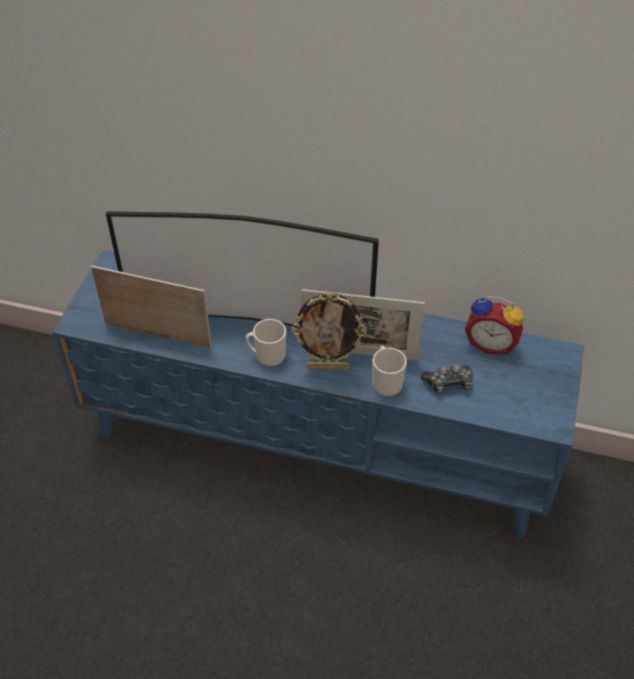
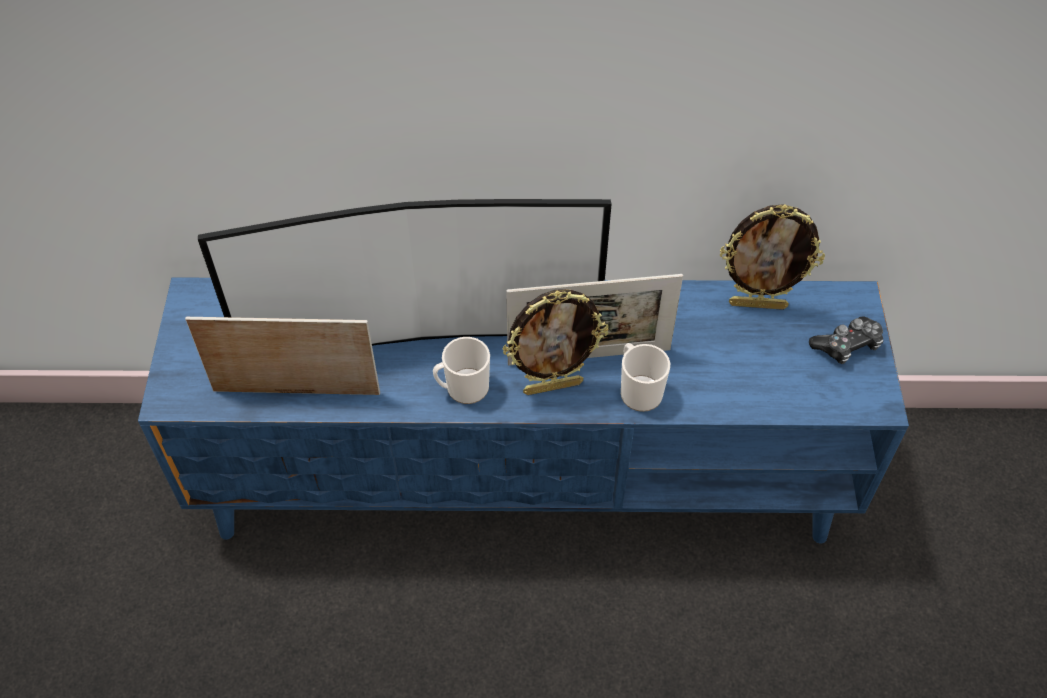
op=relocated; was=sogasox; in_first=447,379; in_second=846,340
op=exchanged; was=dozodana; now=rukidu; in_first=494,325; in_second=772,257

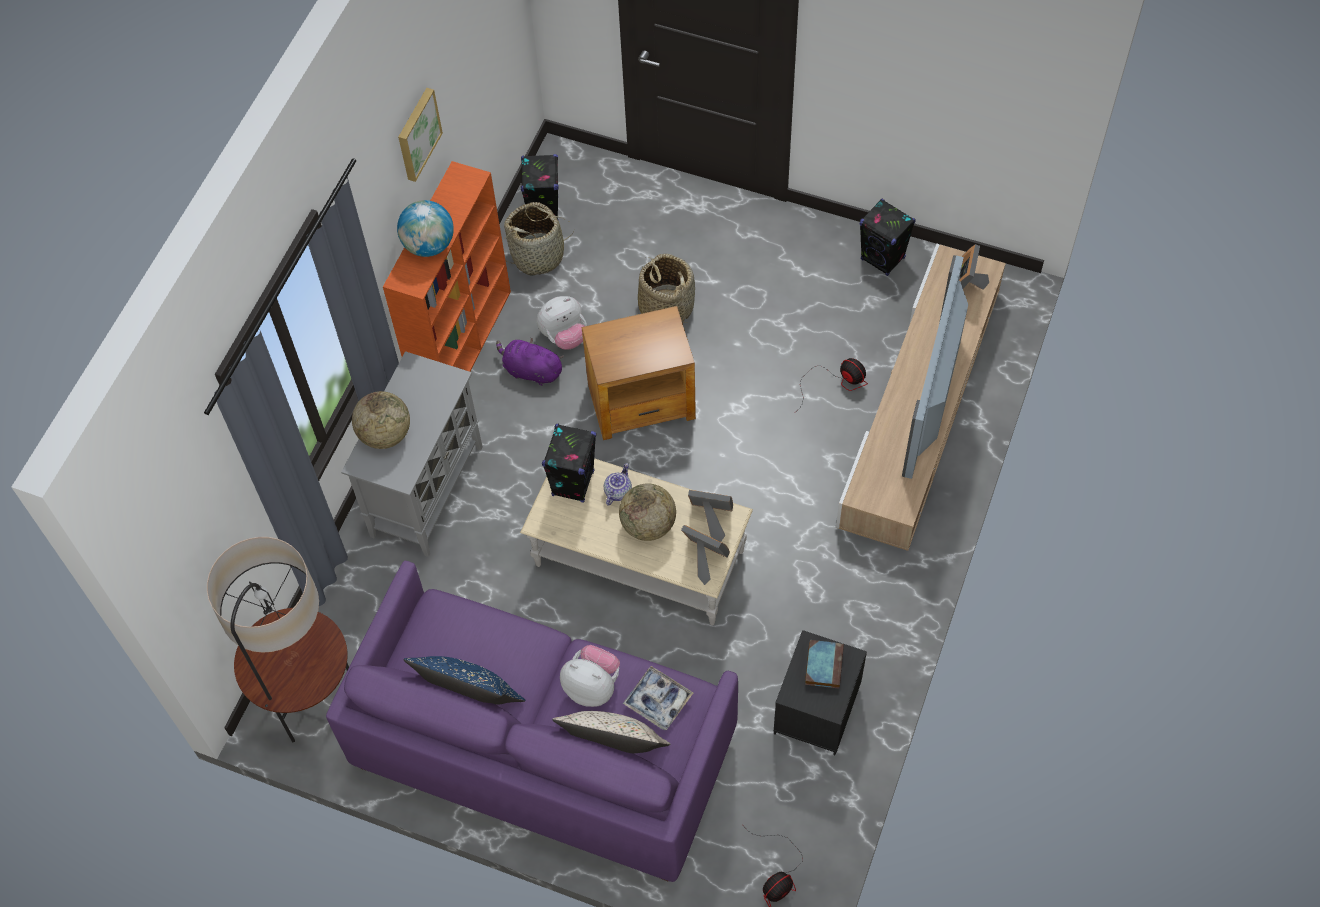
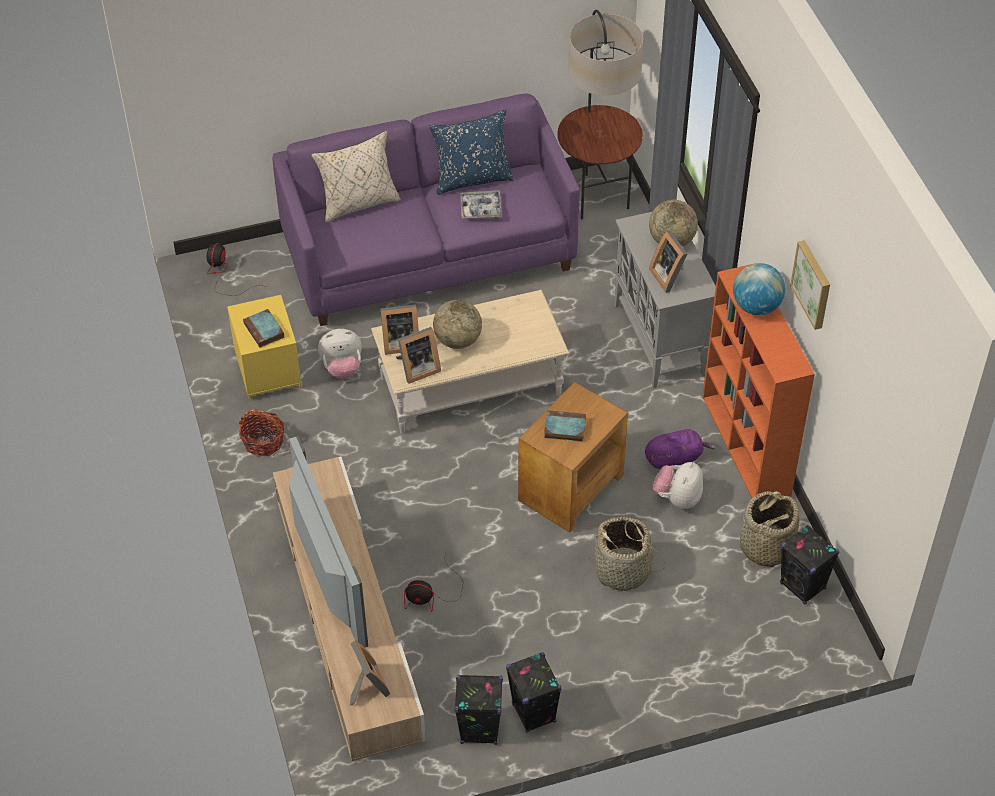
op=relocated; was=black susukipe; in_first=569,463; in_second=534,692
op=relocated; was=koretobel; in_first=590,676; in_second=340,354
op=missing; was=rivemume; in_first=618,484
op=relocated; was=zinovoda; in_first=658,698; in_second=481,204
op=colour; was=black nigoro; now=yellow nigoro; in_first=820,692; in_second=264,348
op=appeared; now=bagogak; in_second=261,432
op=appeared; now=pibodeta; in_second=565,426
op=appeared; now=rukidu; in_second=668,262

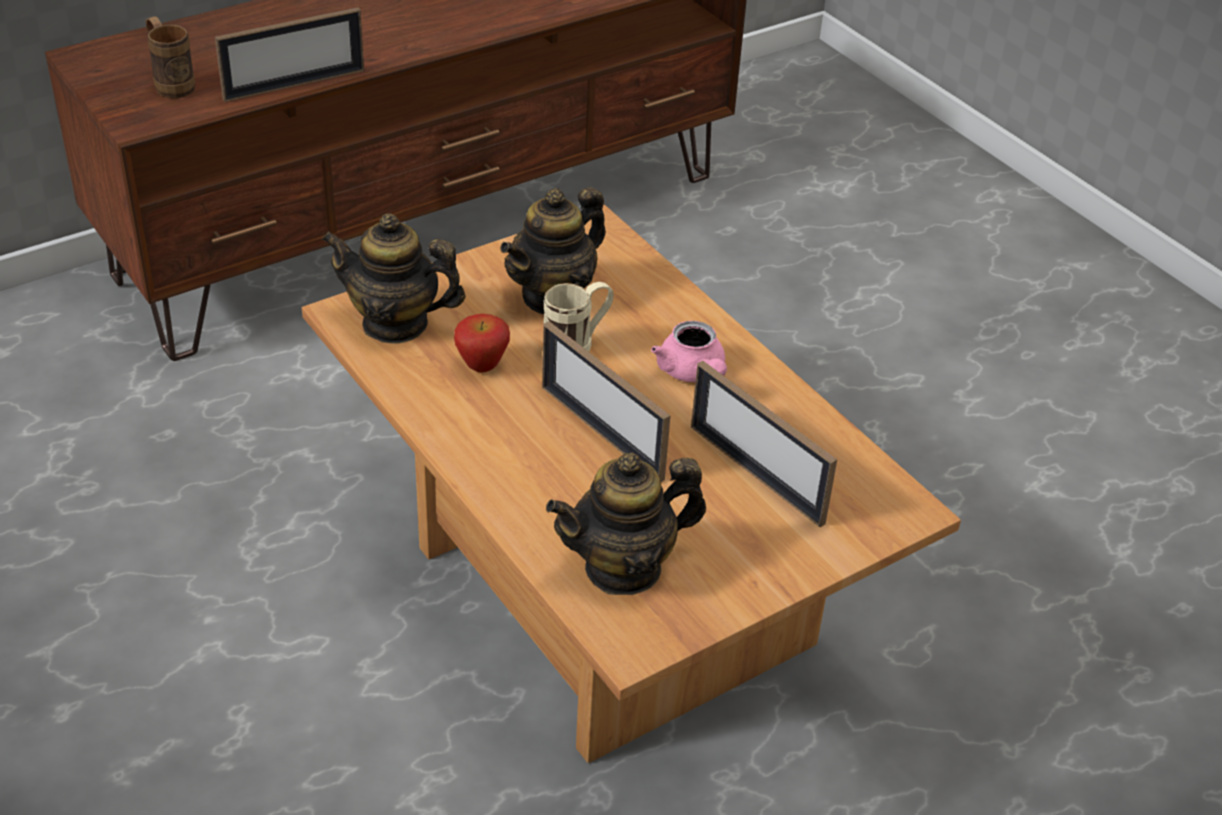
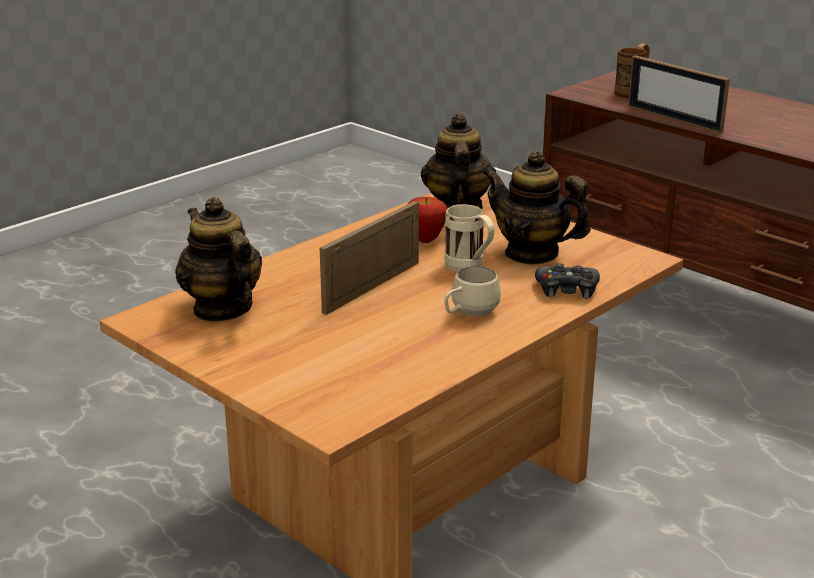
op=exchanged; was=pink rivemume; now=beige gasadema; in_first=689,351; in_second=472,291
op=missing; was=rukidu; in_first=764,444
op=appeared; now=black sogasox; in_second=567,281

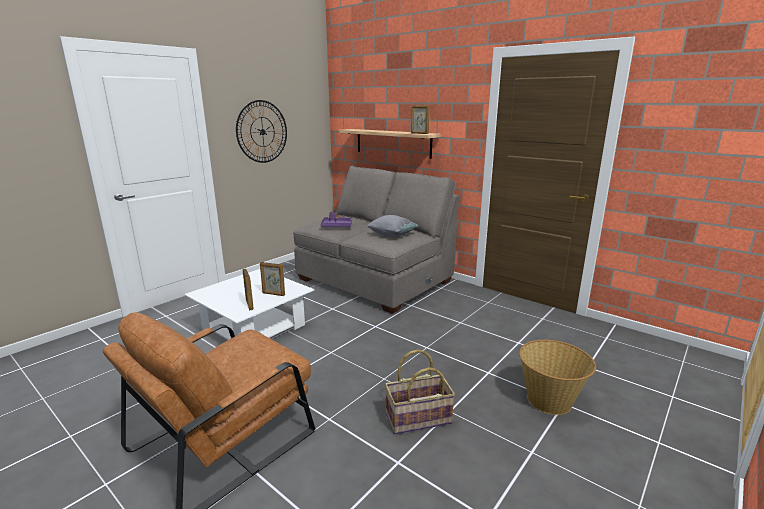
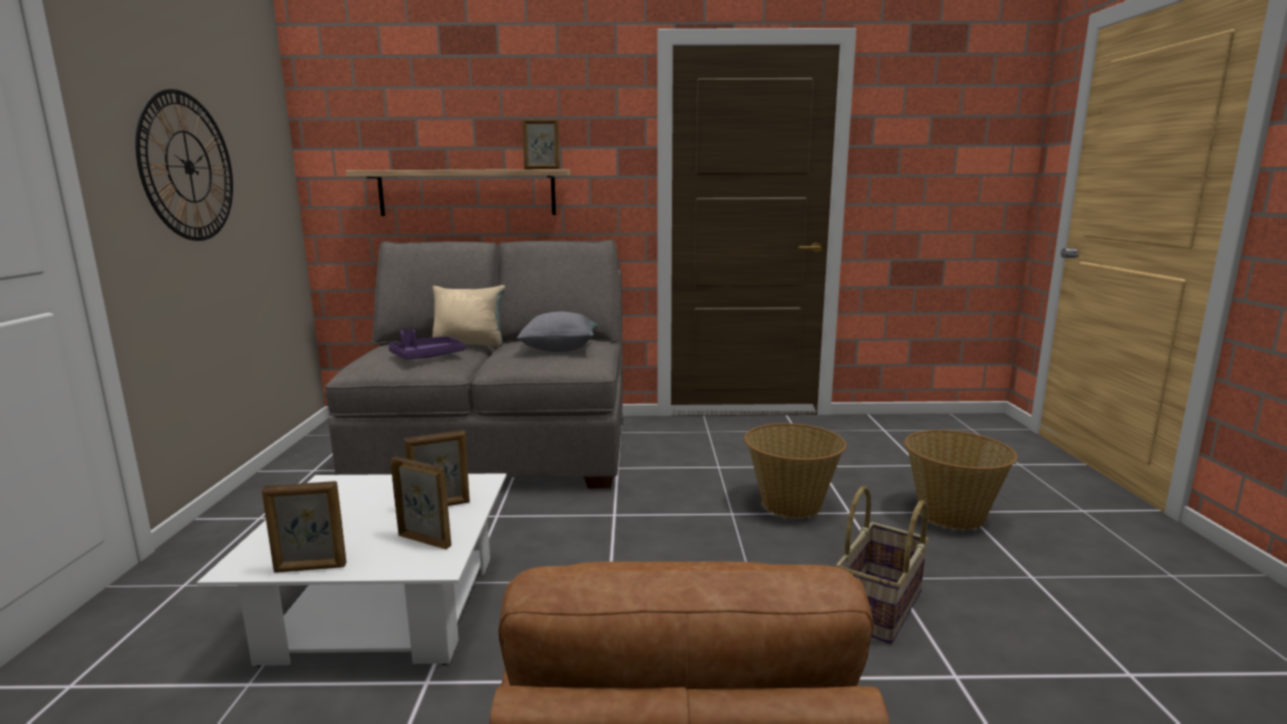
op=appeared; now=rukidu; in_second=304,527
op=appeared; now=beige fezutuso; in_second=469,316
op=appeared; now=bagogak; in_second=795,470

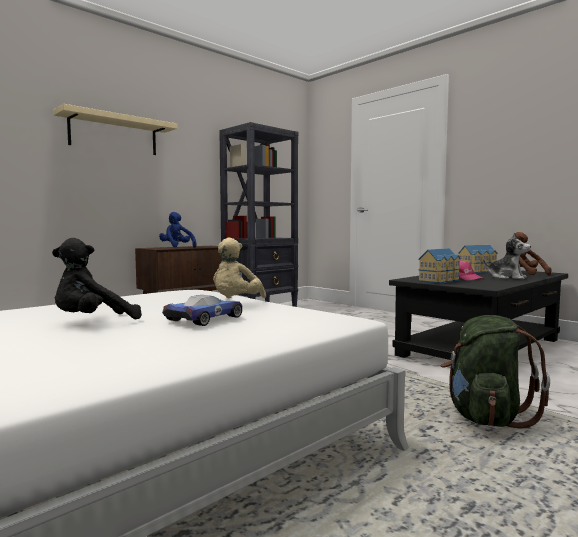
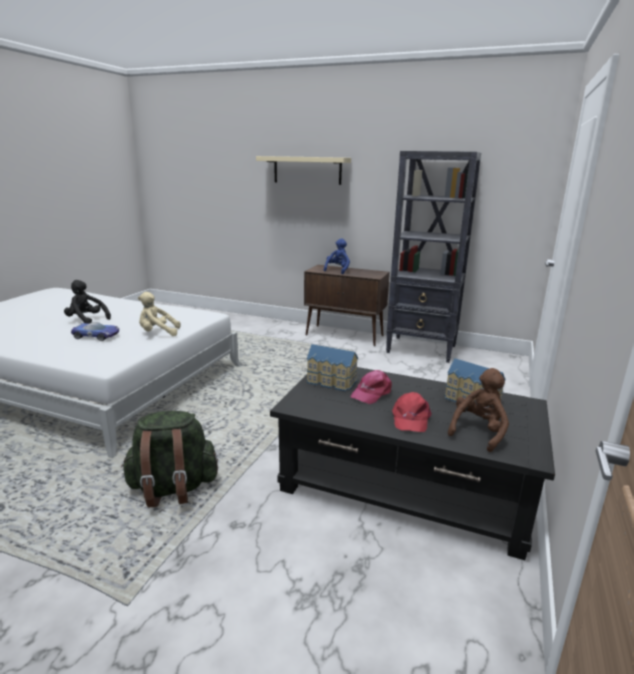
op=exchanged; was=koretobel; now=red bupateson; in_first=507,256; in_second=412,412

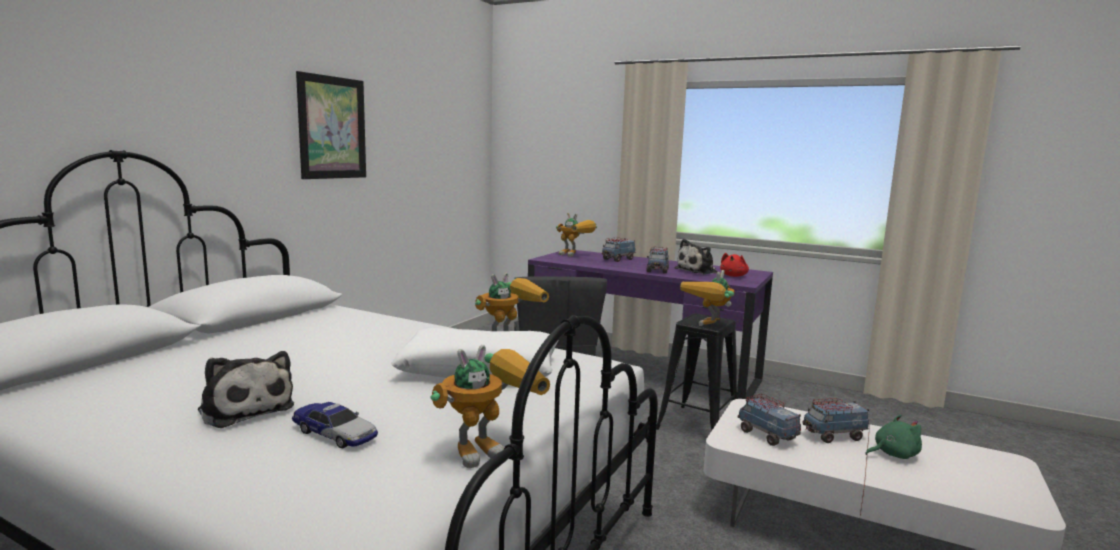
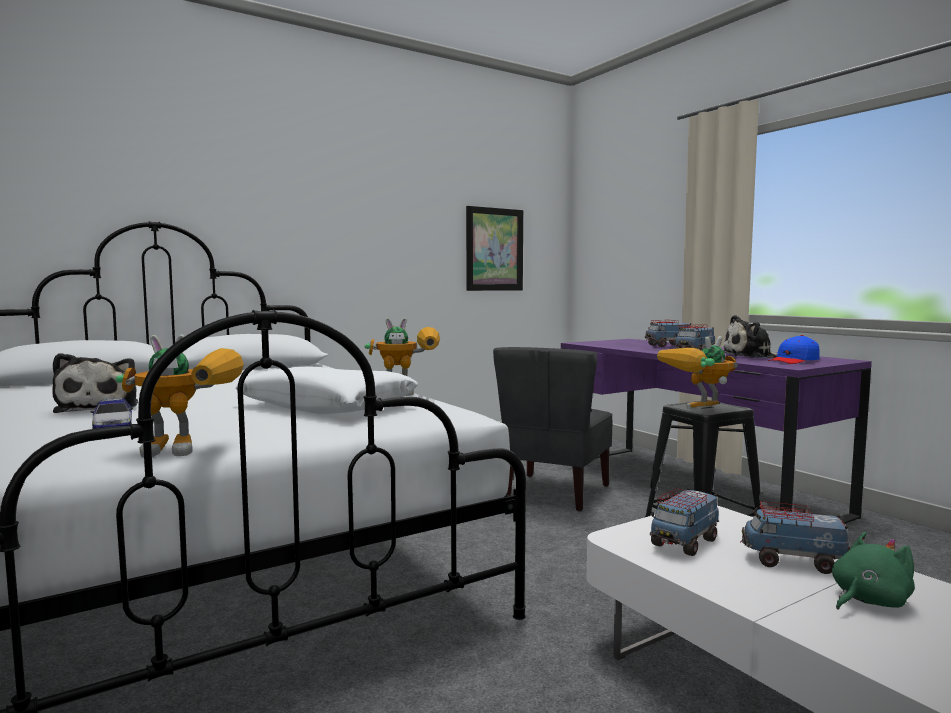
op=relocated; was=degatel; in_first=331,125; in_second=494,248
op=missing; was=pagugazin; in_first=576,235
op=exchanged; was=red koretobel; now=blue bupateson; in_first=734,265; in_second=794,349
op=spun; was=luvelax; in_first=769,420; in_second=684,521; clockwise=-135
op=spun; was=green koretobel; in_first=893,436; in_second=873,571; clockwise=-45

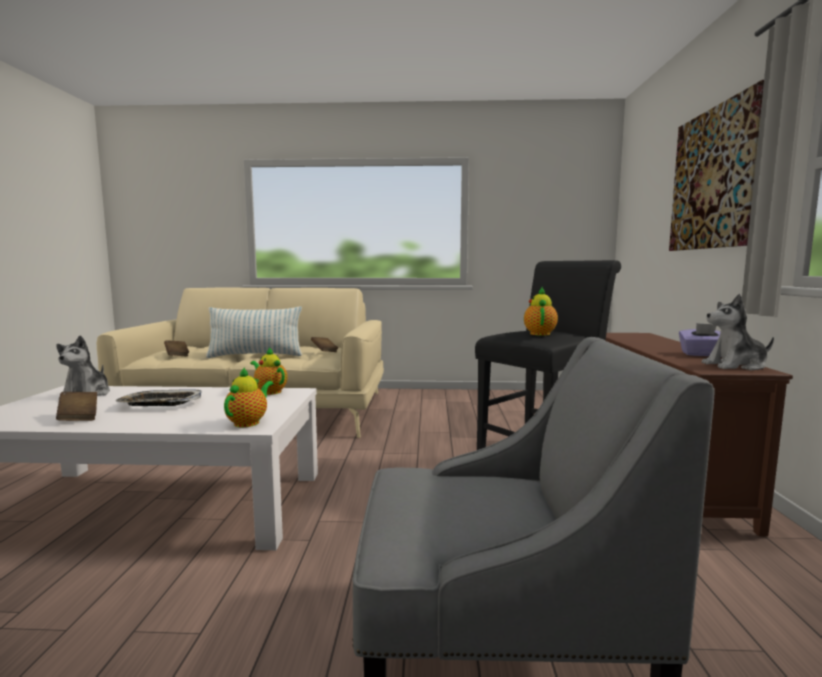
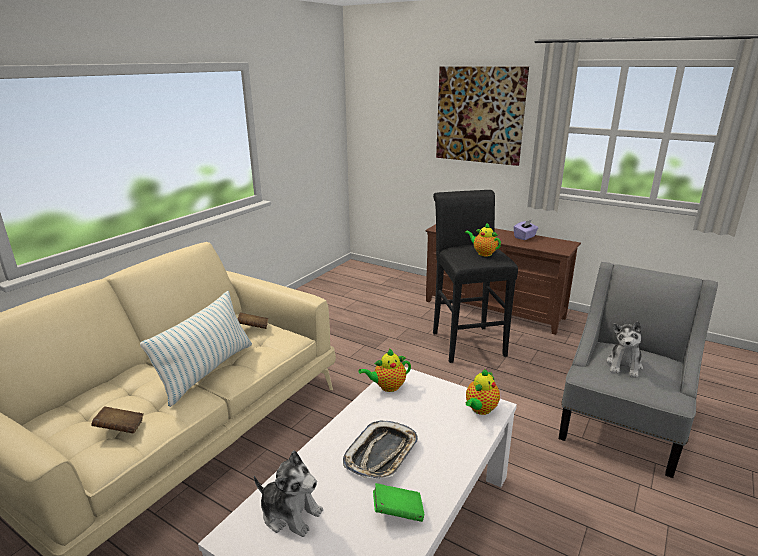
op=colour; was=brown pibodeta; now=green pibodeta; in_first=76,406; in_second=398,502
op=spun; was=rivemume; in_first=249,397; in_second=483,392; clockwise=-105
op=relocated; was=koretobel; in_first=738,332; in_second=624,349

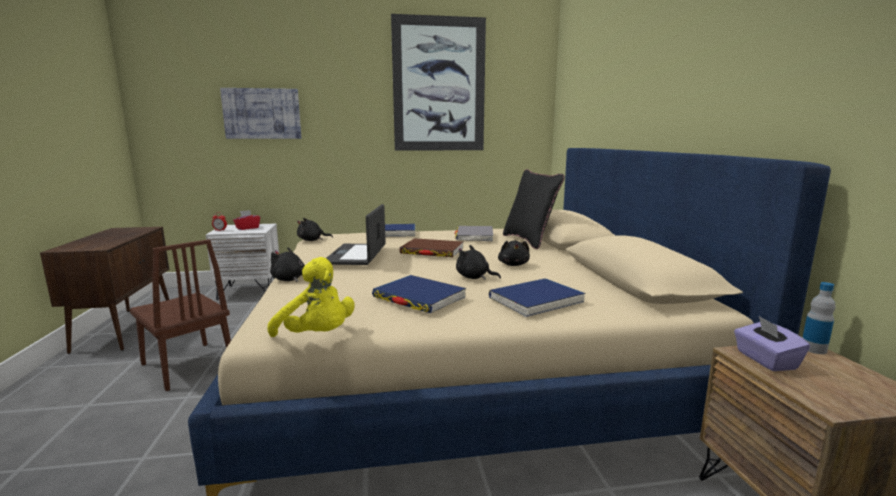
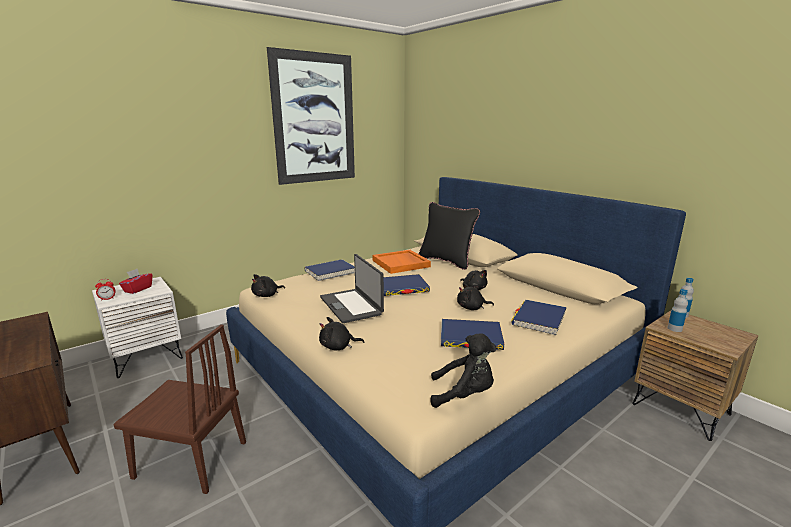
op=missing; was=degatel; in_first=260,113
op=colour; was=yellow koretobel; now=black koretobel; in_first=311,297; in_second=463,370
op=colour; was=brown pibodeta; now=blue pibodeta; in_first=431,247; in_second=407,285
op=exchanged; was=grey pibodeta; now=orange zinovoda; in_first=474,234; in_second=401,262
op=exchanged; was=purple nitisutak; now=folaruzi; in_first=772,343; in_second=677,310

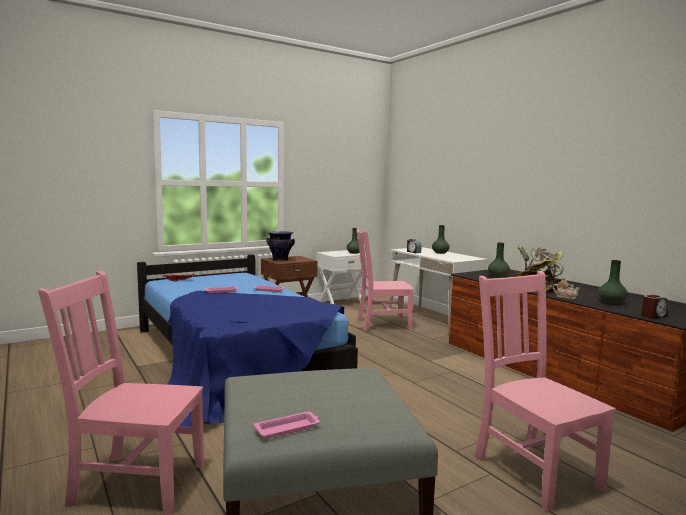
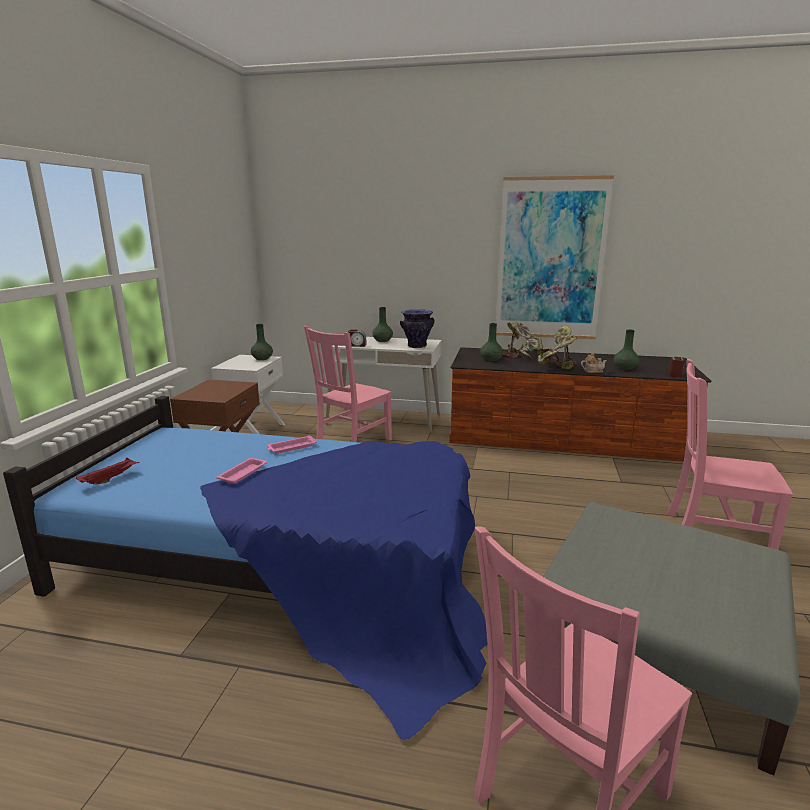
op=missing; was=pink zinovoda; in_first=287,424
op=relocated; was=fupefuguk; in_first=280,246; in_second=417,328
op=appeared; now=degatel; in_second=555,257

